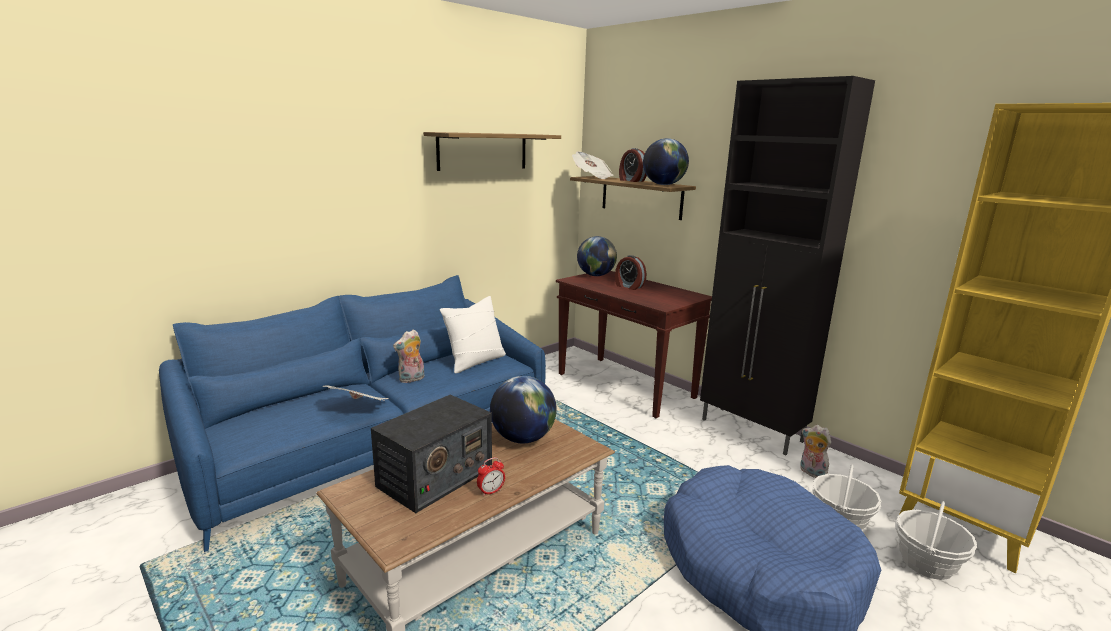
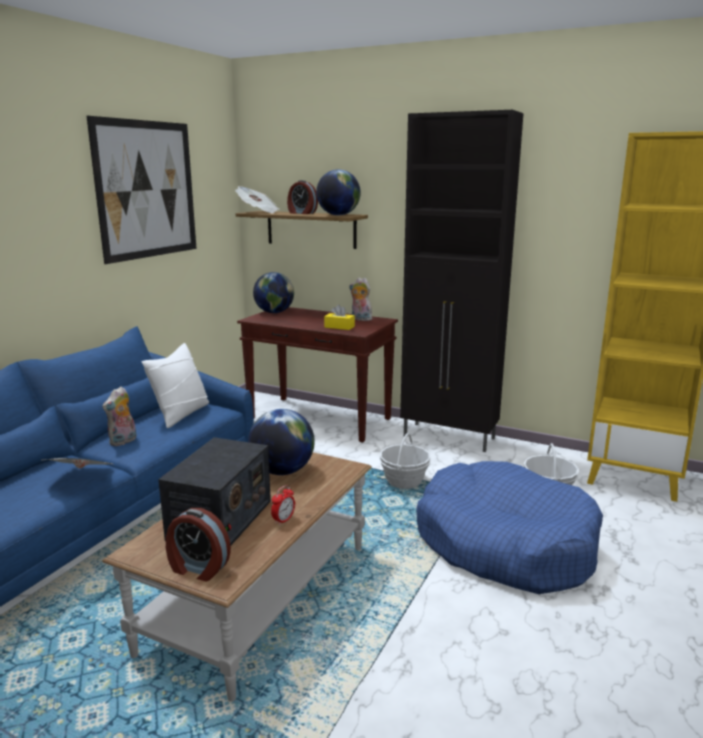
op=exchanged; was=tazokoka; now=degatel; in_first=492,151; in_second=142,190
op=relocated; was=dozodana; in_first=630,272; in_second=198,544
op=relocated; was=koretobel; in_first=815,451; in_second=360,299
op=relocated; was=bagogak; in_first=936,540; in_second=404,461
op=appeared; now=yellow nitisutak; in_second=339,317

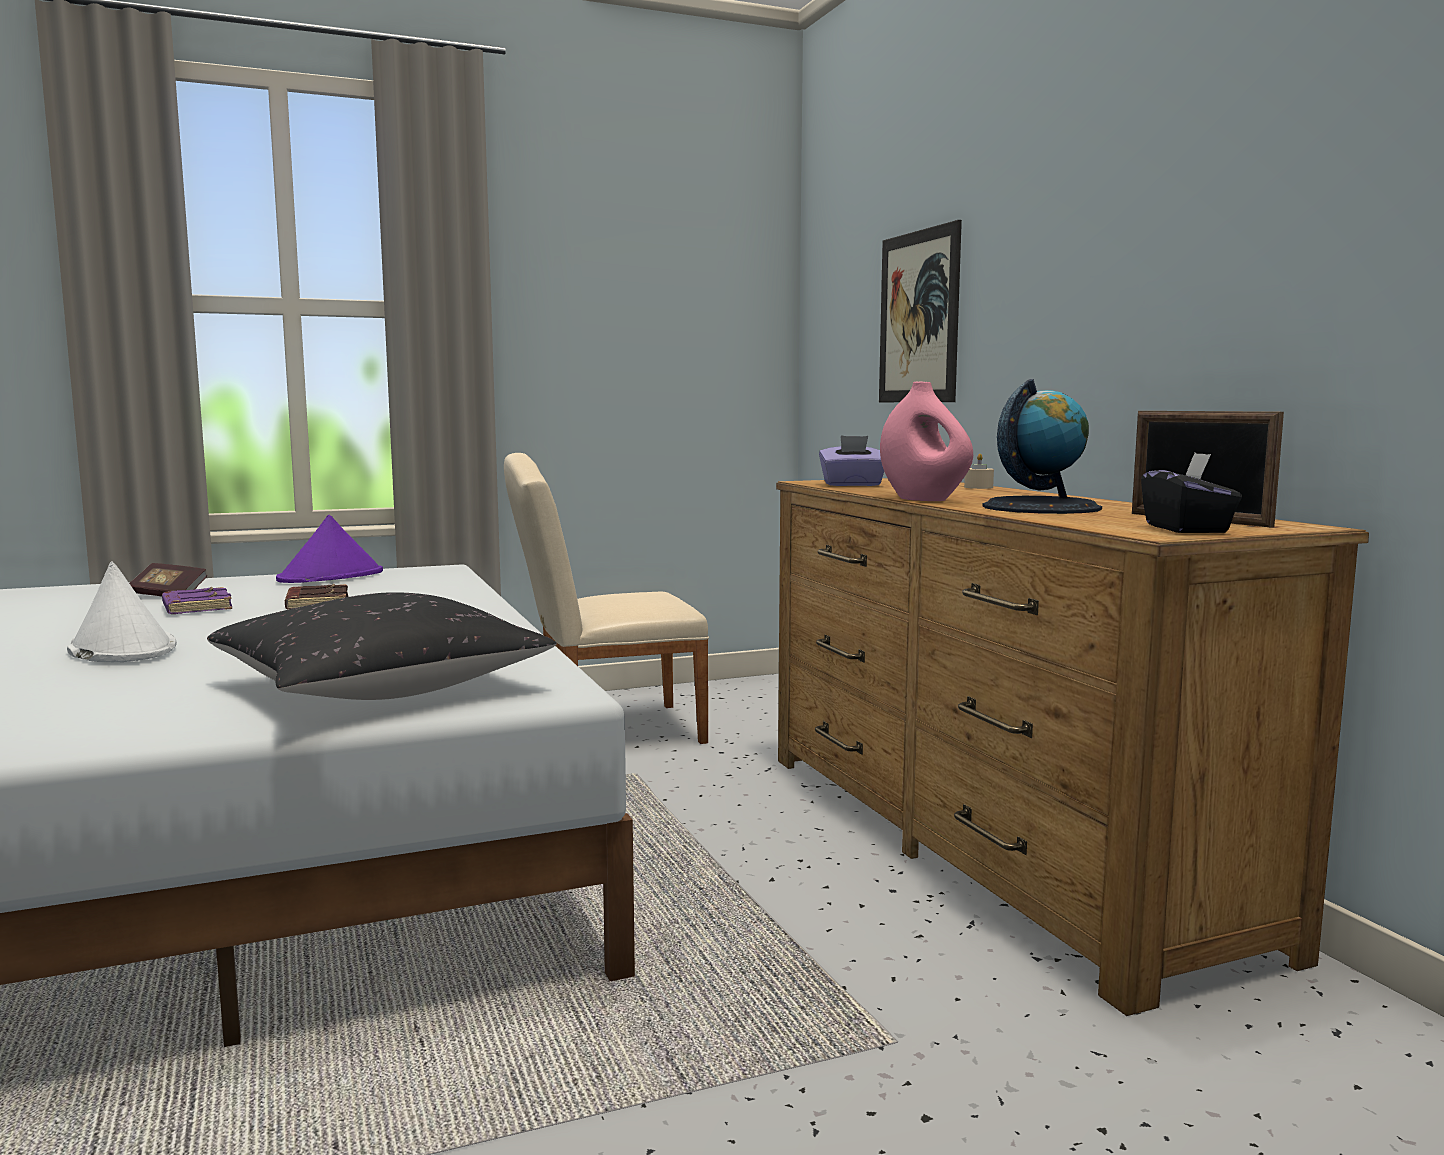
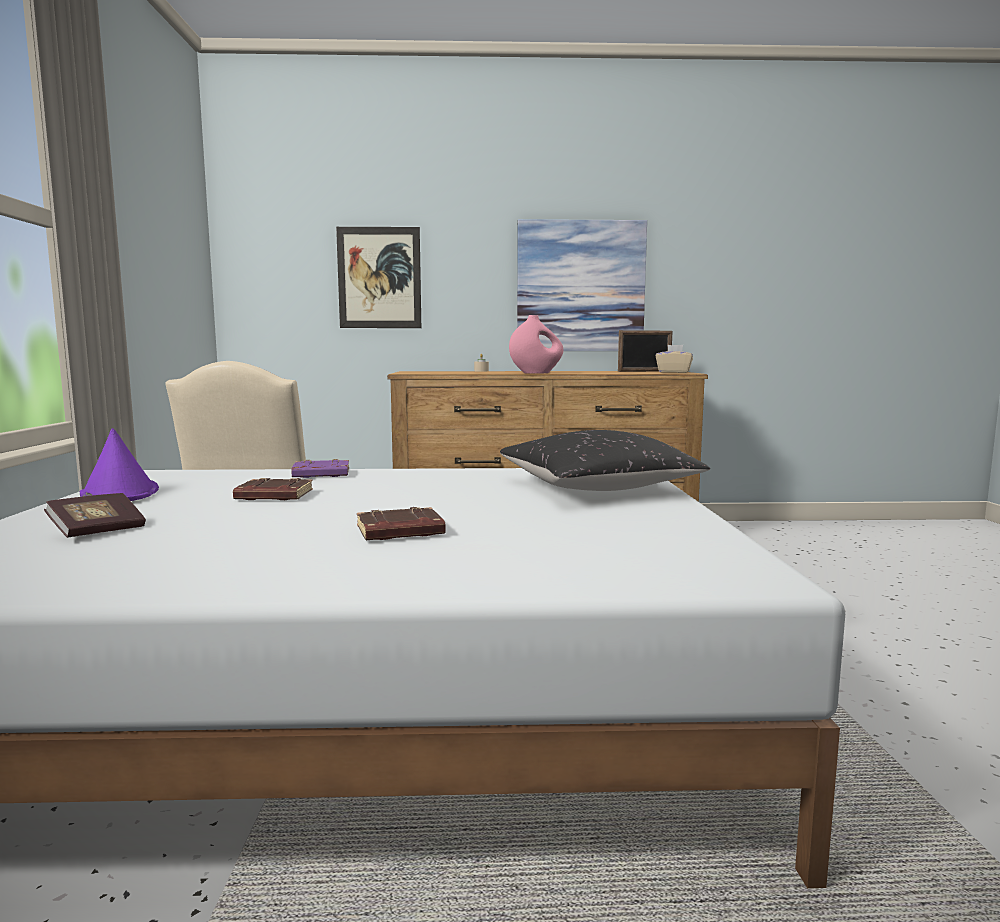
op=exchanged; was=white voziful; now=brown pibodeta; in_first=122,611; in_second=401,523
op=relocated; was=purple pibodeta; in_first=197,600; in_second=320,468
op=missing; was=purple nitisutak; in_first=851,460
op=missing; was=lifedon; in_first=1042,446
op=colour; was=black nitisutak; now=beige nitisutak; in_first=1191,493; in_second=674,359
op=appeared; now=degatel; in_second=582,285

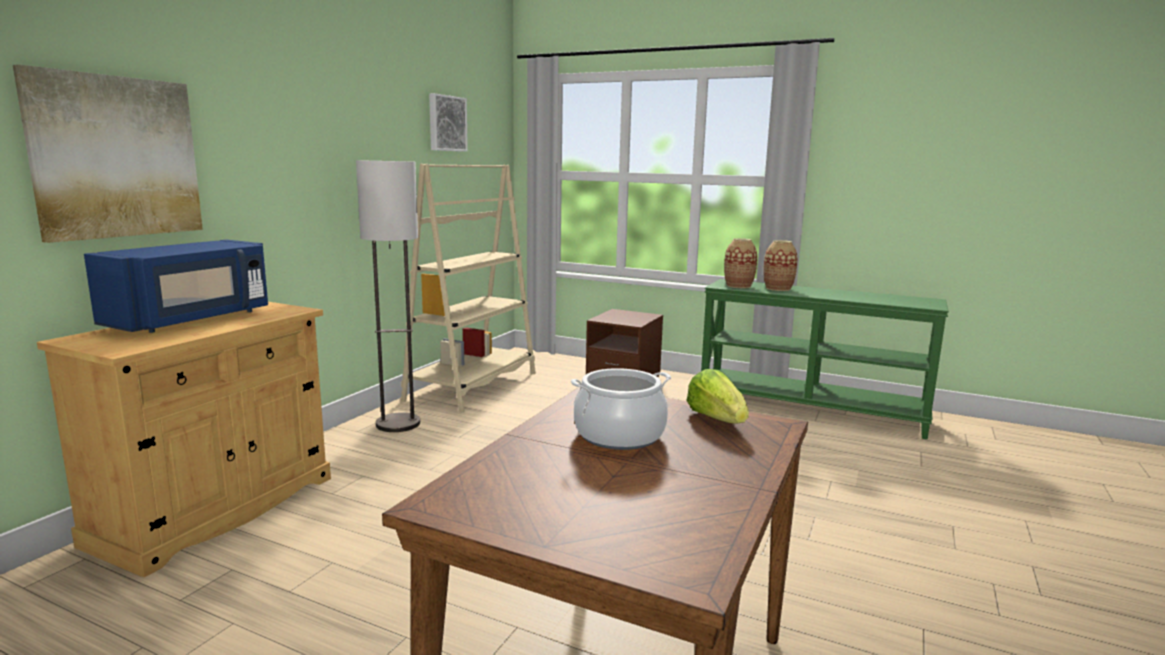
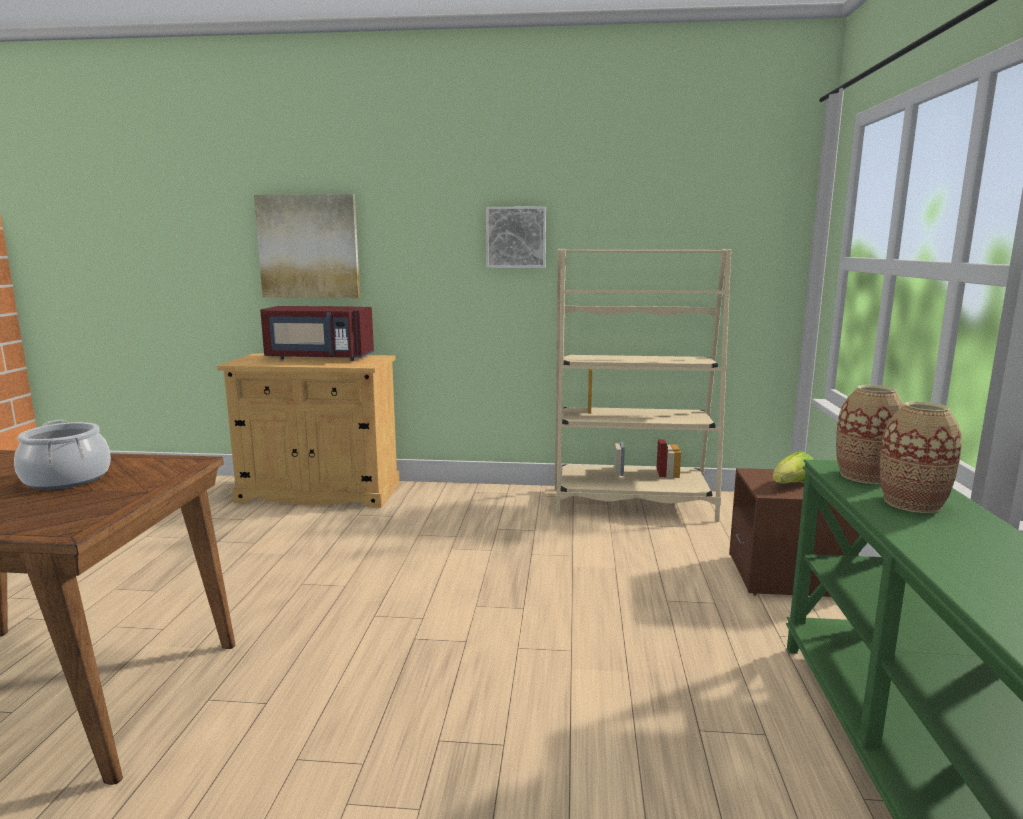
op=colour; was=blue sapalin; now=red sapalin; in_first=176,286; in_second=317,333
op=missing; was=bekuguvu; in_first=388,296
op=relocated; was=degatel; in_first=448,122; in_second=516,237
op=relocated; was=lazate; in_first=717,396; in_second=793,467

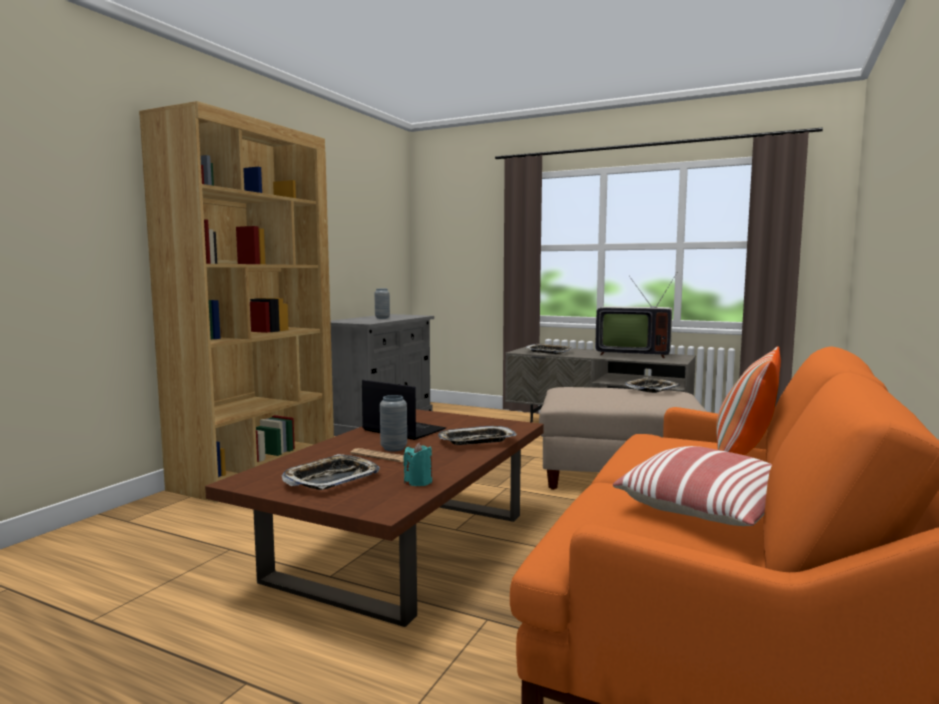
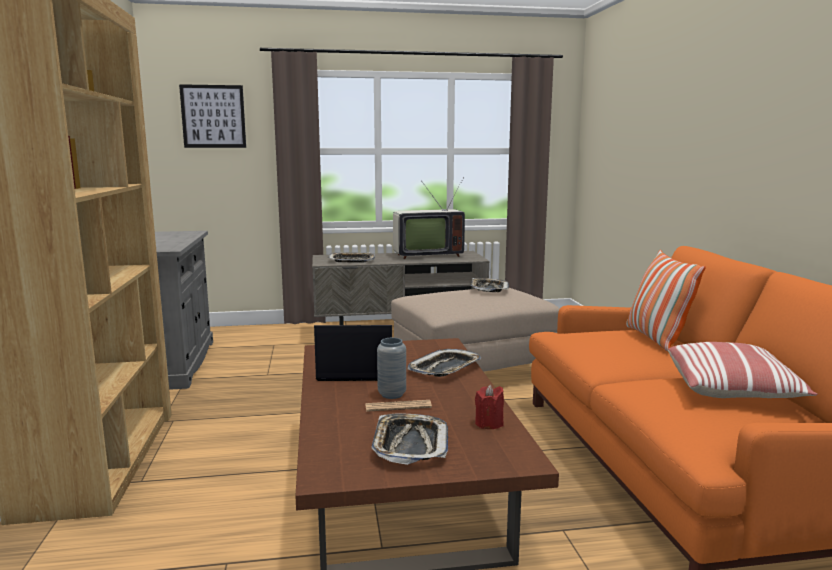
op=missing; was=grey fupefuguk; in_first=382,304
op=colour; was=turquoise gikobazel; now=red gikobazel; in_first=417,464; in_second=489,406
op=appeared; now=degatel; in_second=212,116

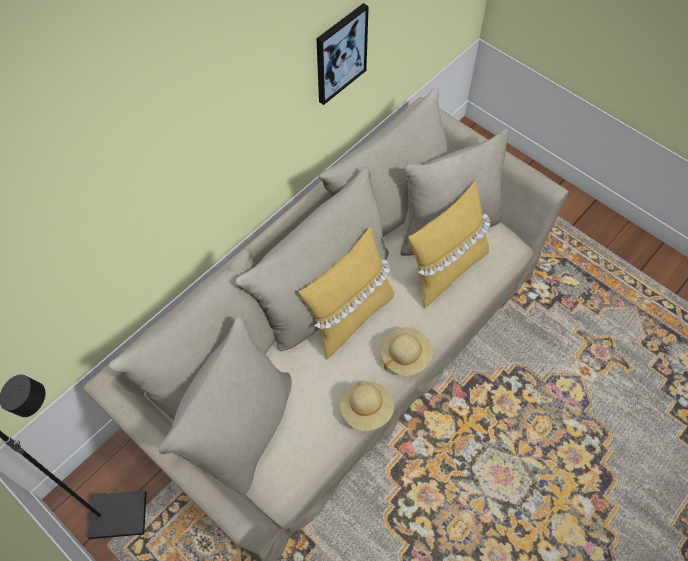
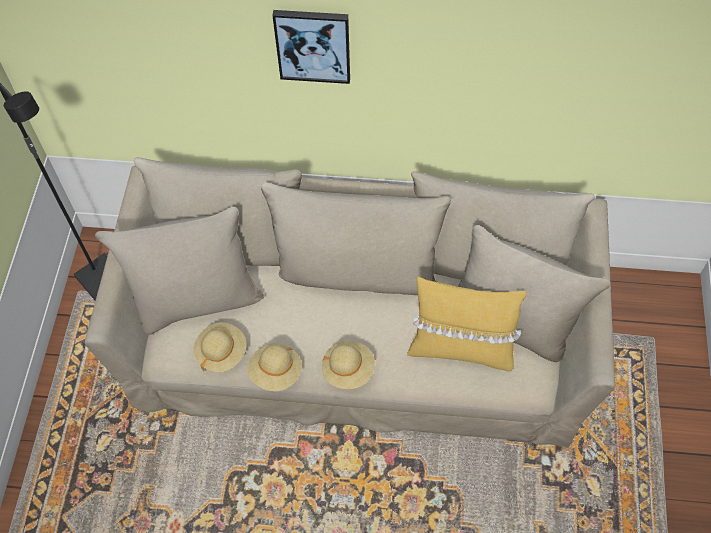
op=missing; was=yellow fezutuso; in_first=346,293
op=relocated; was=degatel; in_first=342,54; in_second=311,47
op=appeared; now=beige voziful; in_second=220,347

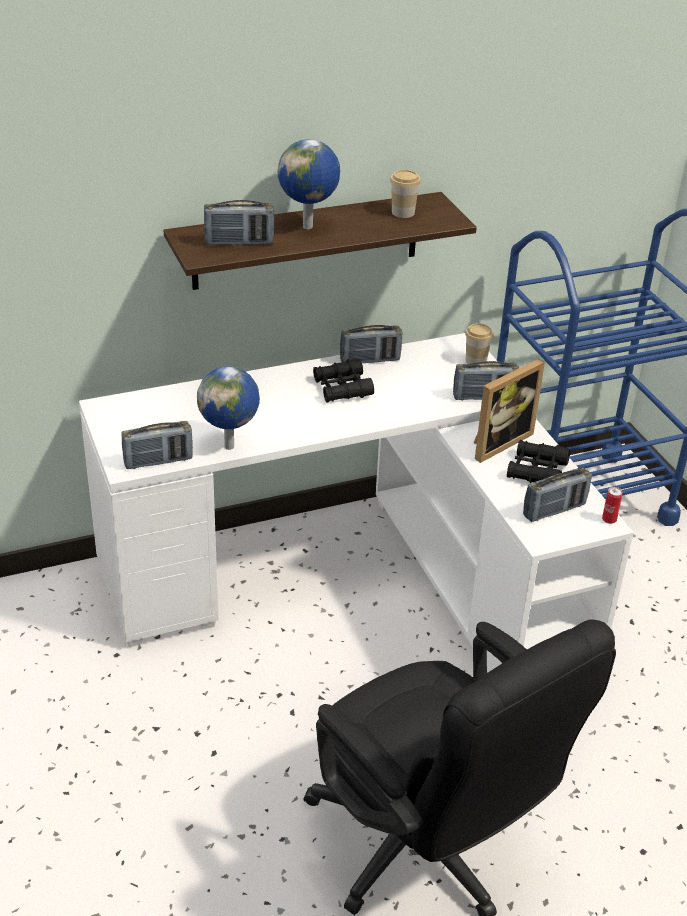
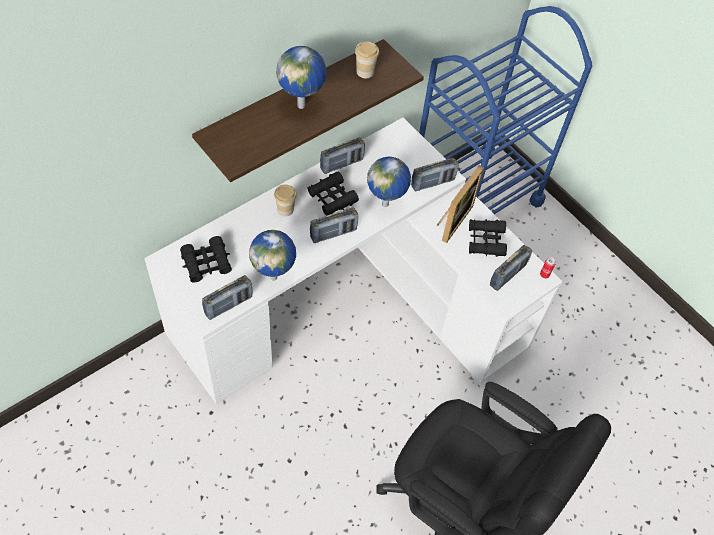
op=relocated; was=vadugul; in_first=239,223; in_second=334,225
op=relocated; was=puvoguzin; in_first=479,343; in_second=285,200
op=appeared; now=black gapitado; in_second=206,259
op=appeared; now=lifedon; in_second=389,182

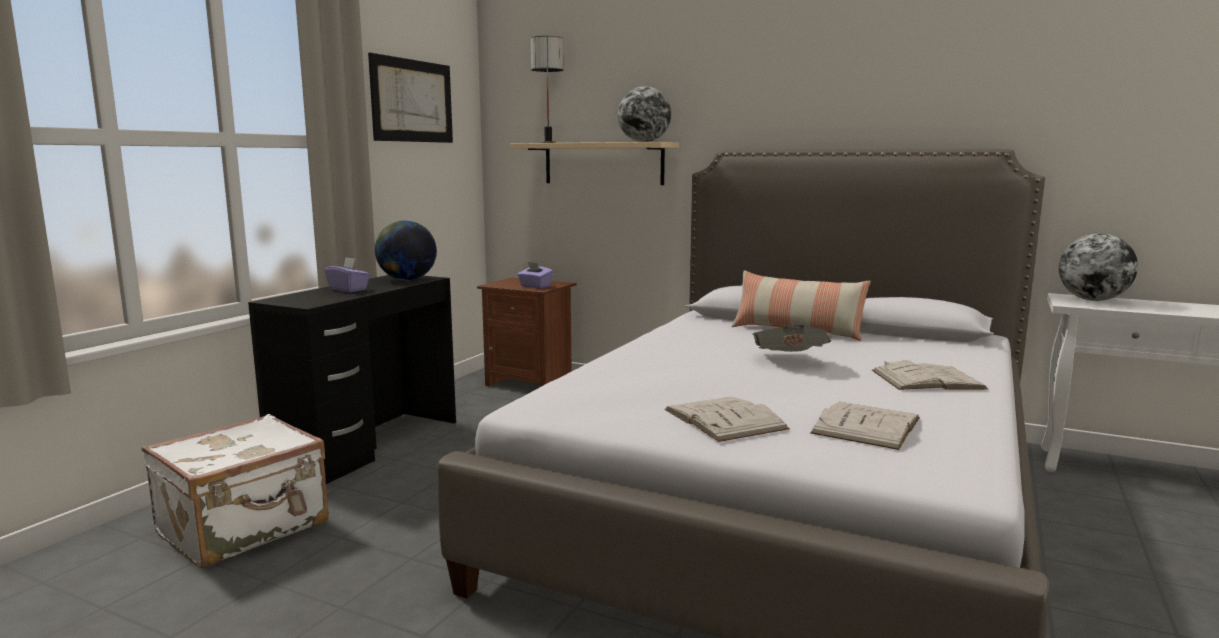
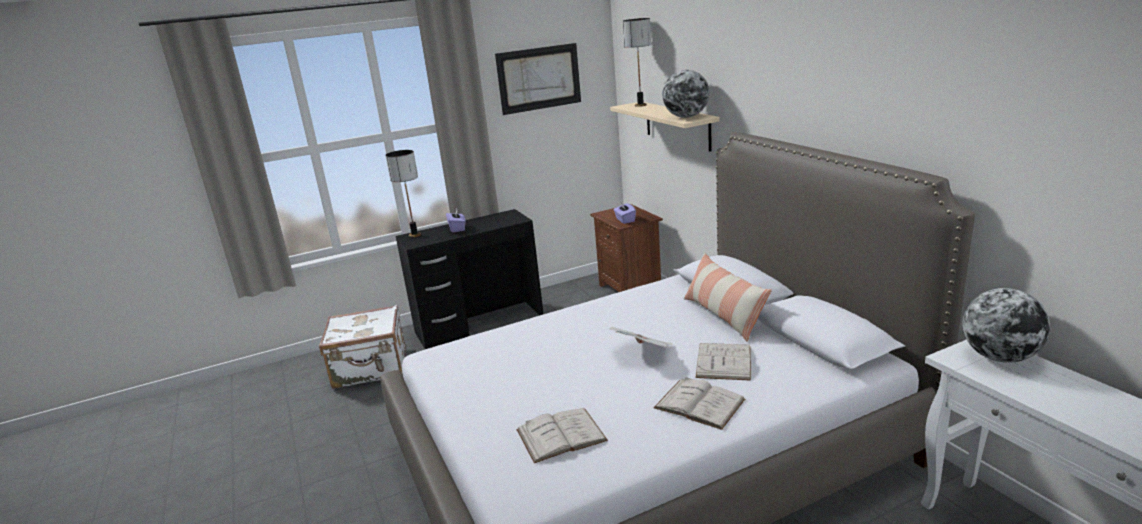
op=missing; was=lifedon; in_first=406,250
op=relocated; was=white pibodeta; in_first=727,419; in_second=723,361
op=appeared; now=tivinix; in_second=403,193

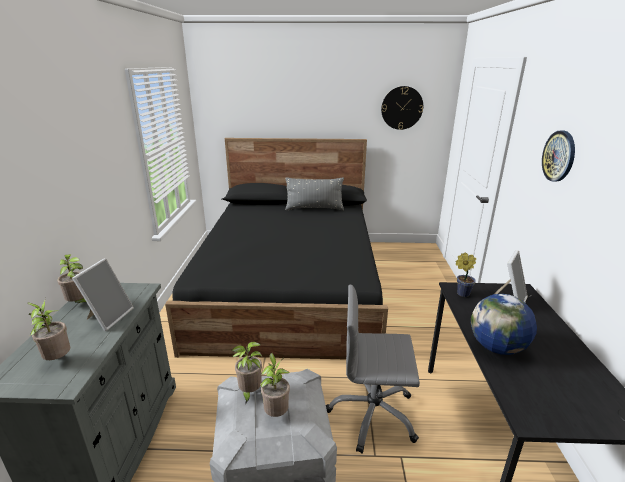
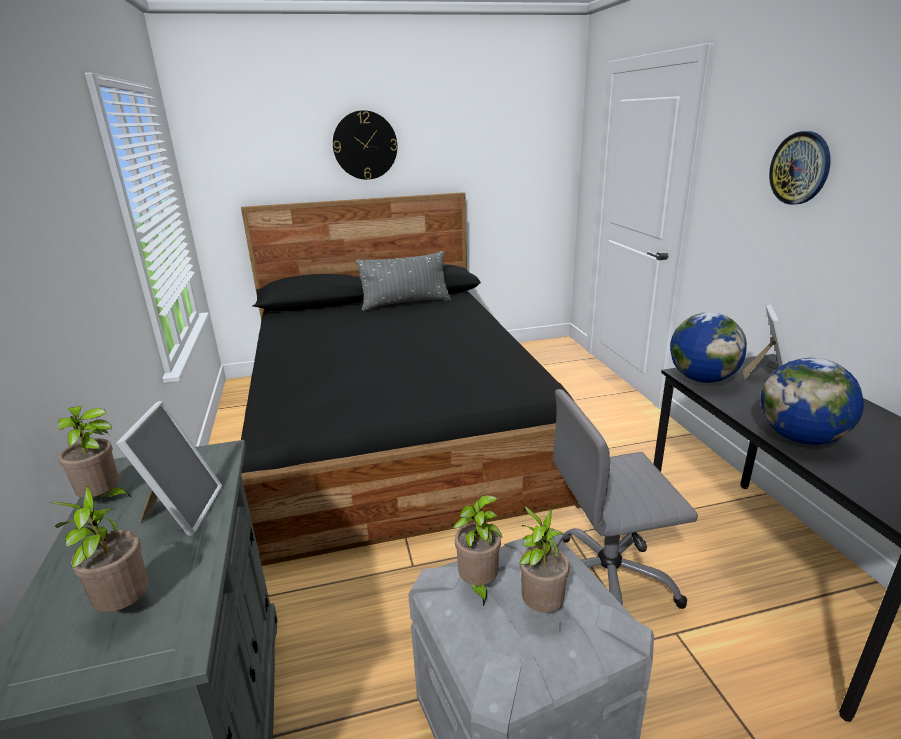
op=relocated; was=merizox; in_first=402,108; in_second=365,145
op=exchanged; was=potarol; now=lifedon; in_first=466,274; in_second=708,348

